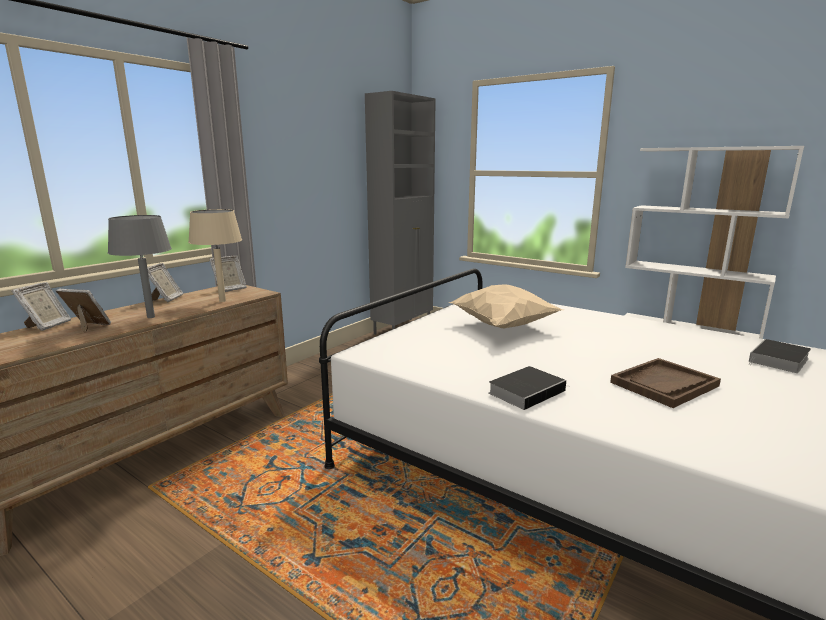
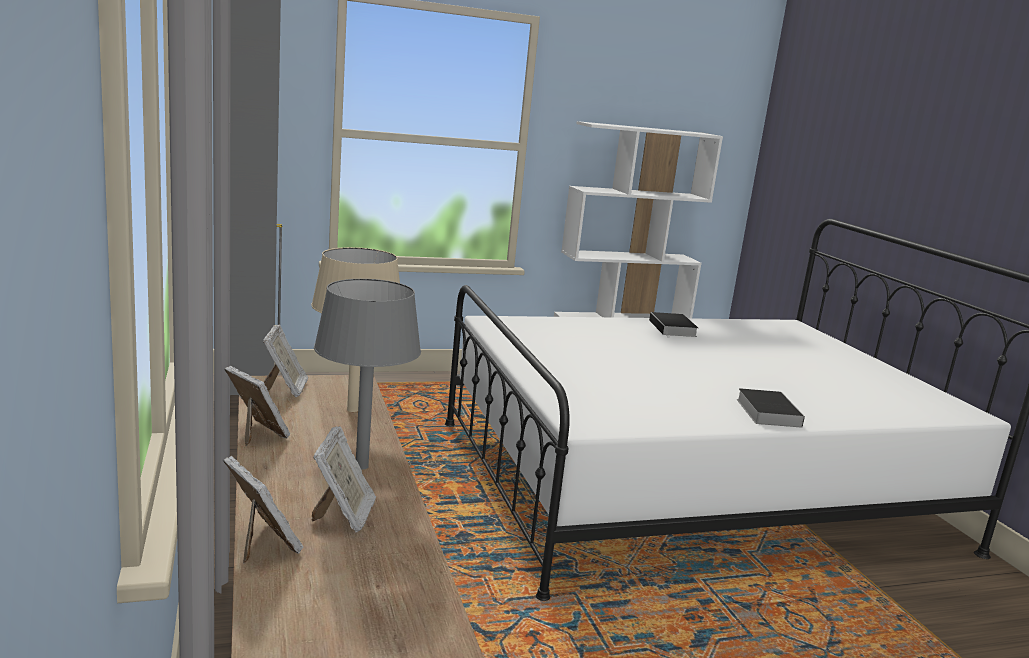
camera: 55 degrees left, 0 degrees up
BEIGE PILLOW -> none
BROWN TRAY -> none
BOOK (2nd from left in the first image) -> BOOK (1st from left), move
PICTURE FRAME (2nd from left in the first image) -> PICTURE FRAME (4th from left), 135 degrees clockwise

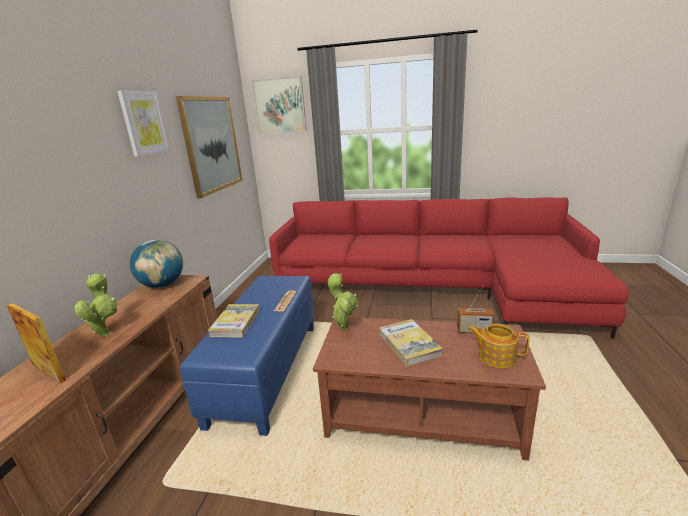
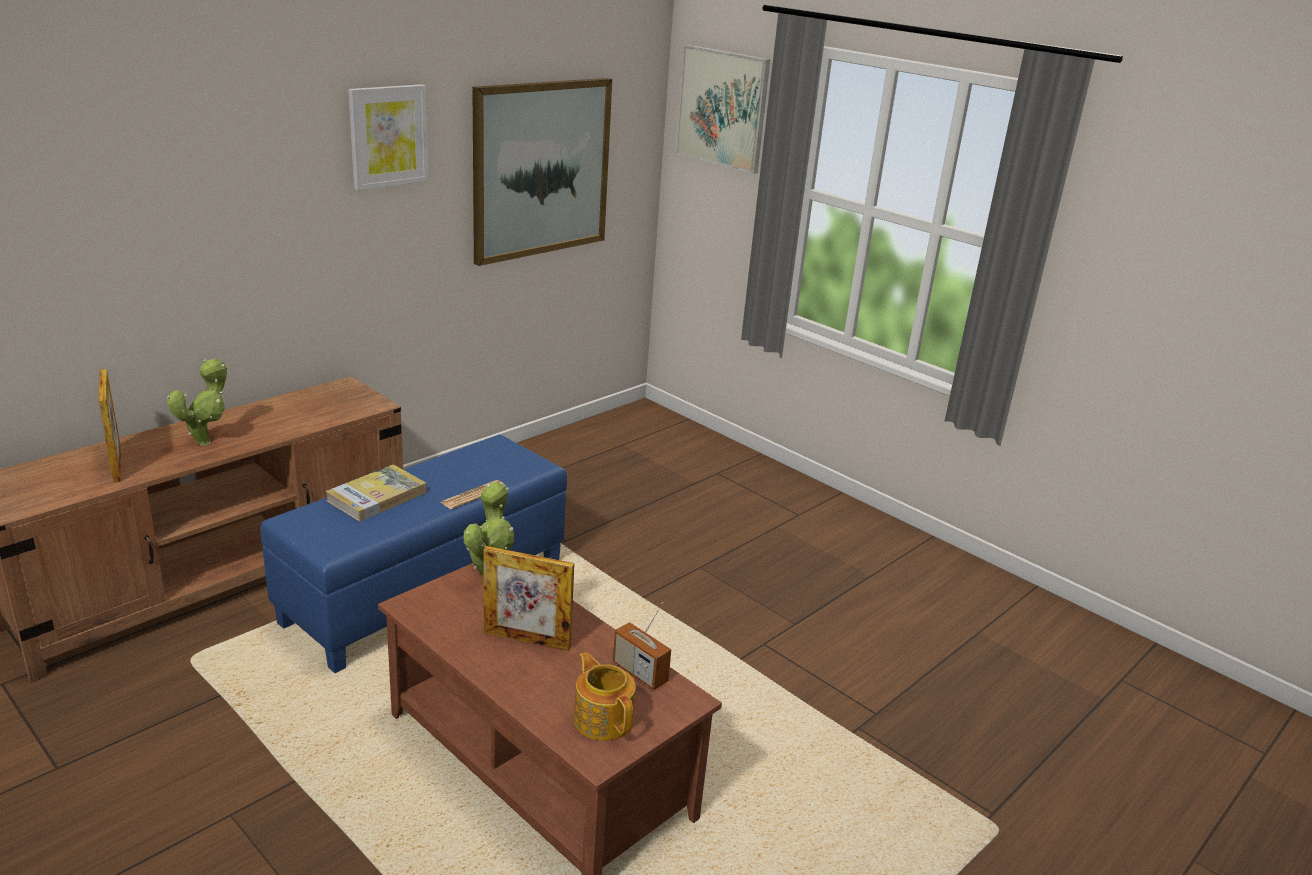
camera: 30 degrees right, 5 degrees up
GLOBE -> none
RED SOFA -> none
BOOK (2nd from left) -> PICTURE FRAME (2nd from left)

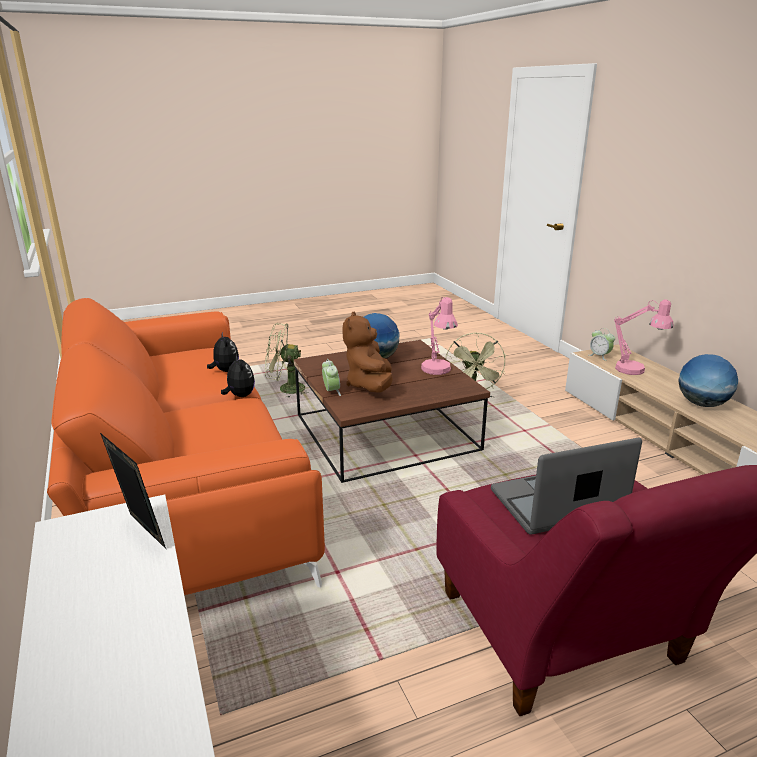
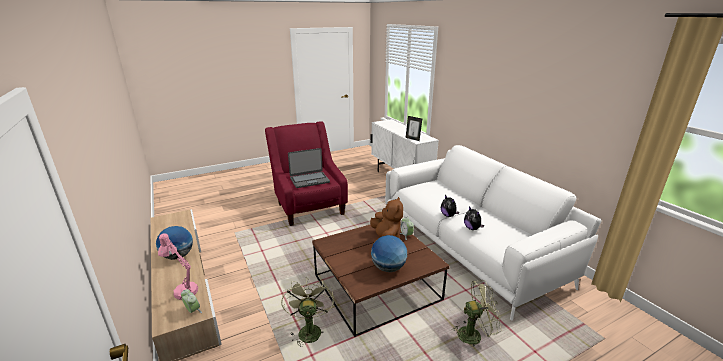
camera: 175 degrees right, 0 degrees up
PINK TABLE LAMP (1st from left) -> none
ORANGE SOFA -> WHITE SOFA

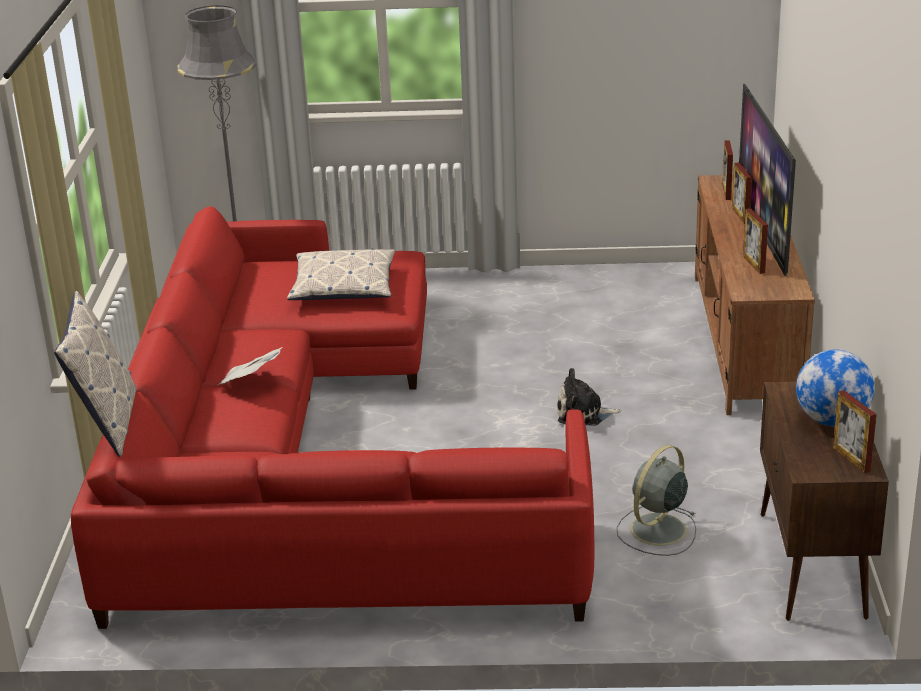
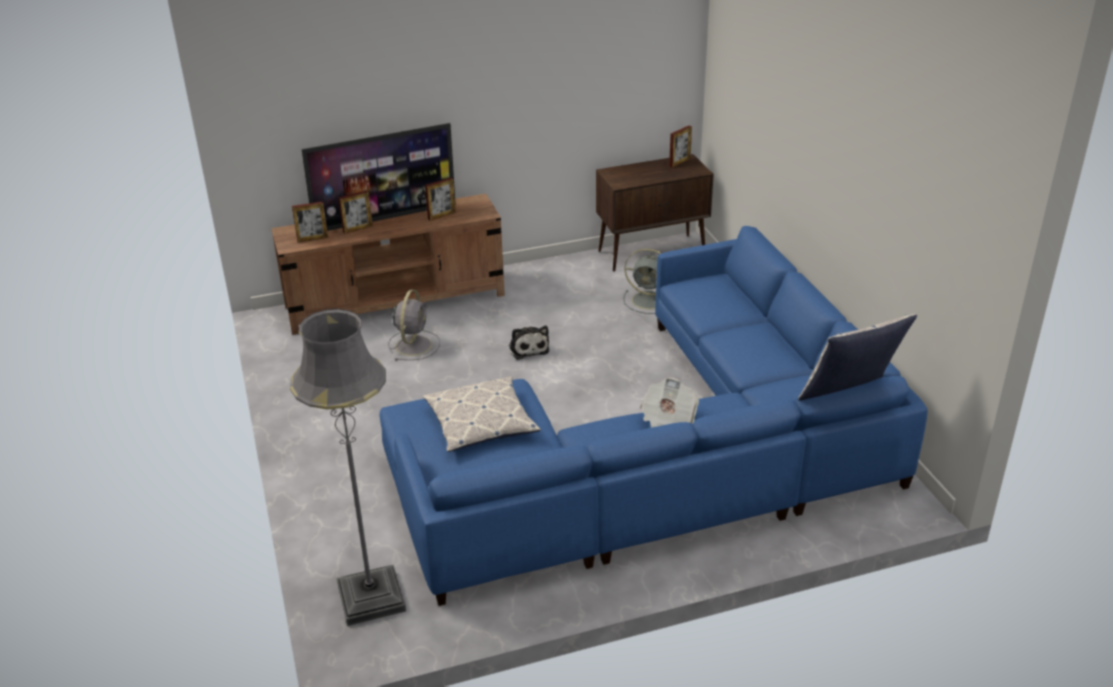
camera: 110 degrees left, 5 degrees up
GLOBE -> none
none -> GREY FAN (1st from left)
RED SOFA -> BLUE SOFA

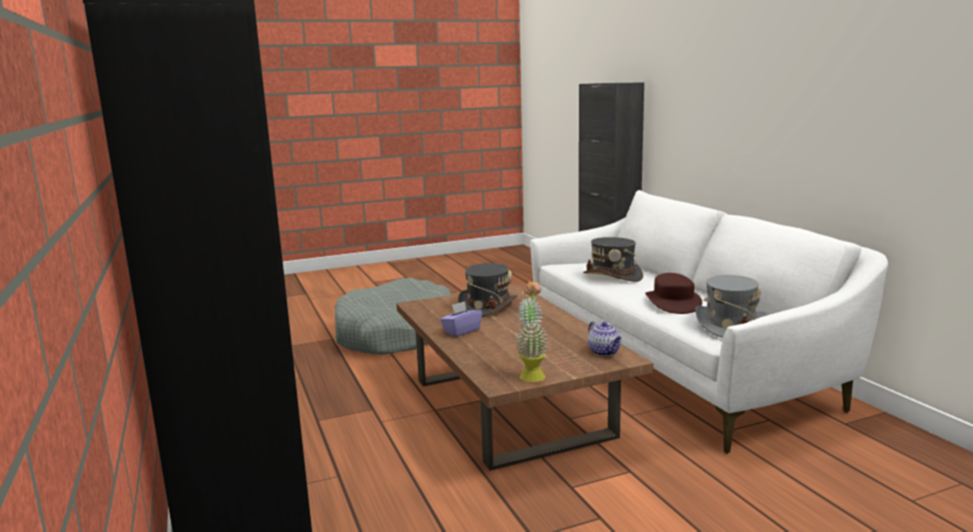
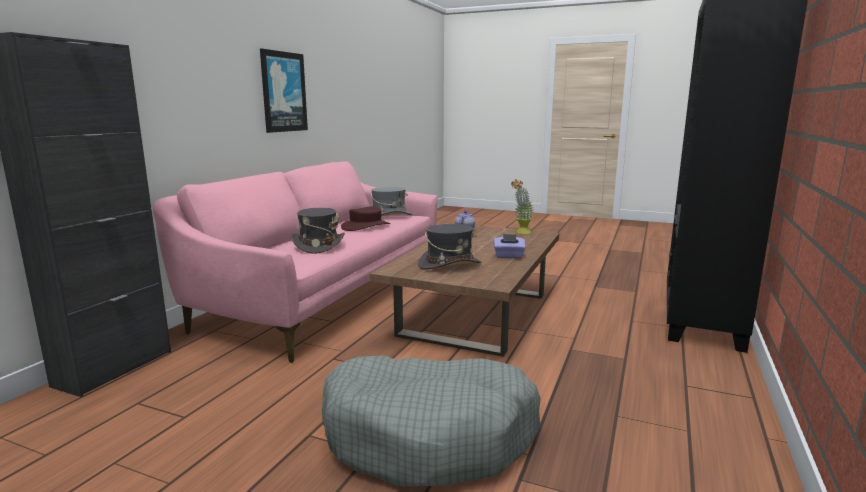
camera: 135 degrees left, 0 degrees up
none -> PICTURE
WHITE SOFA -> PINK SOFA

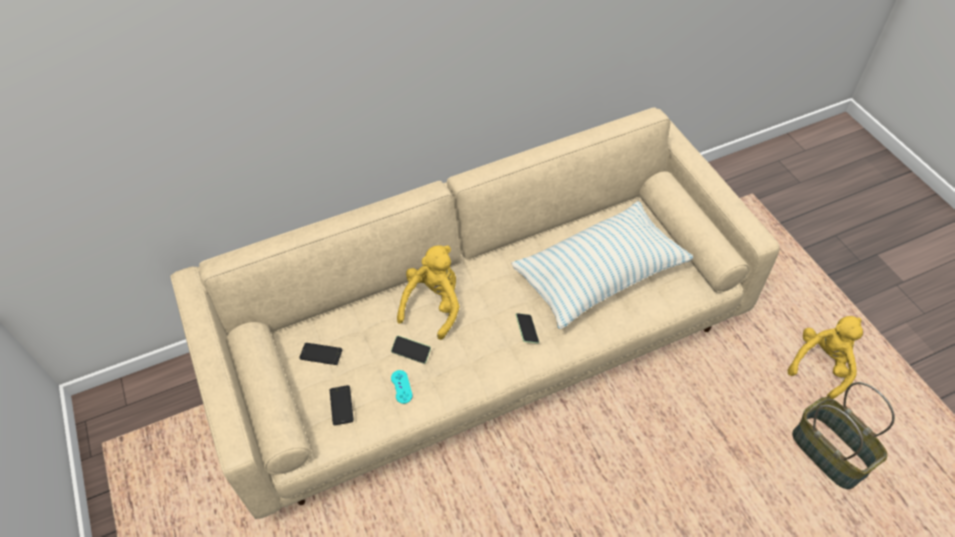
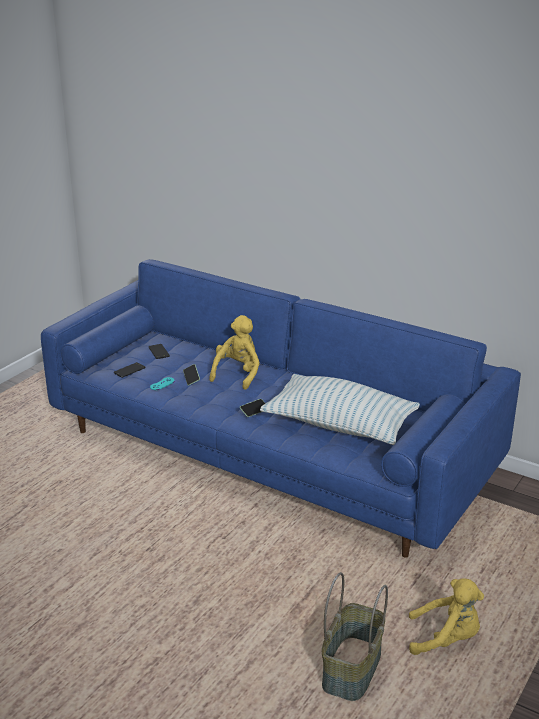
camera: 55 degrees right, 25 degrees down
BEIGE SOFA -> BLUE SOFA
YELLOW PLUSH TOY (1st from left), 60 degrees counterclockwise

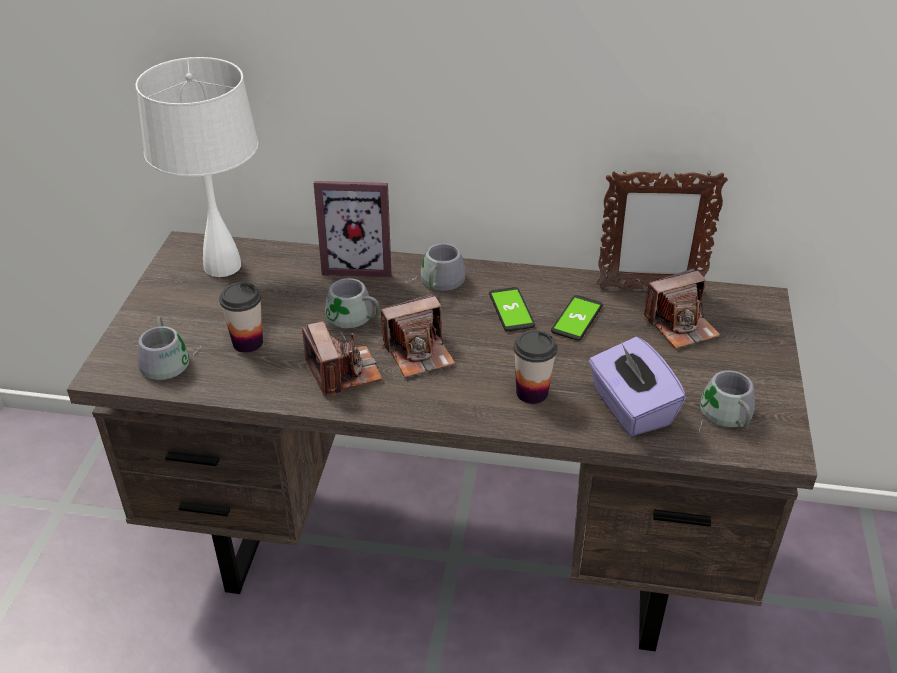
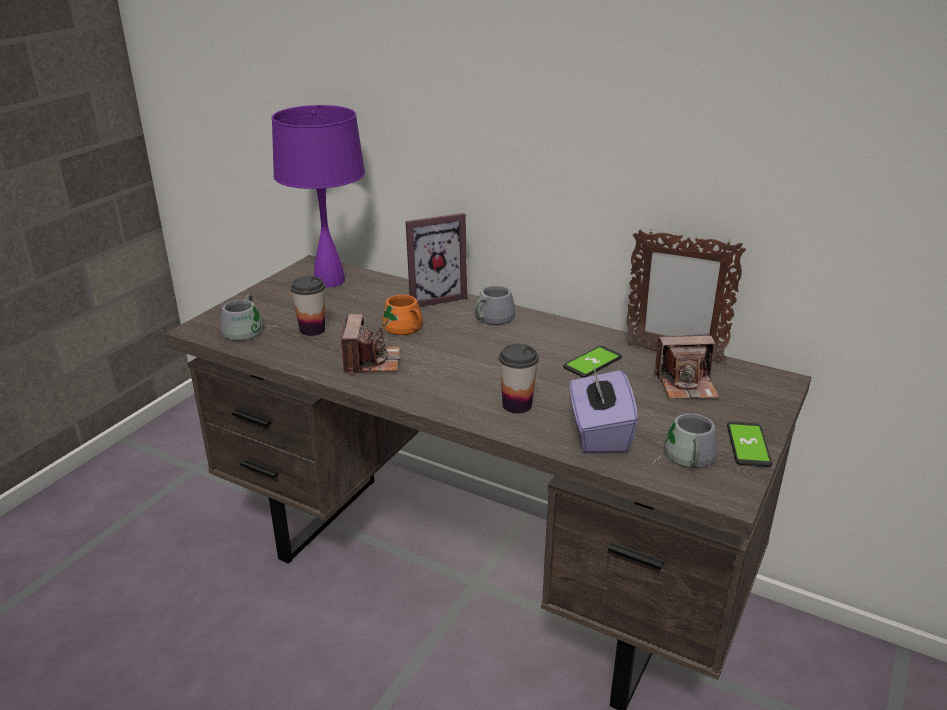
camera: 20 degrees right, 10 degrees down
PHOTO CAMERA (2nd from left) -> none
PHONE (1st from left in the first image) -> PHONE (2nd from left), move
WHITE TABLE LAMP -> PURPLE TABLE LAMP
GREY MUG (2nd from left) -> ORANGE MUG
PICTURE FRAME (1st from left), 45 degrees counterclockwise

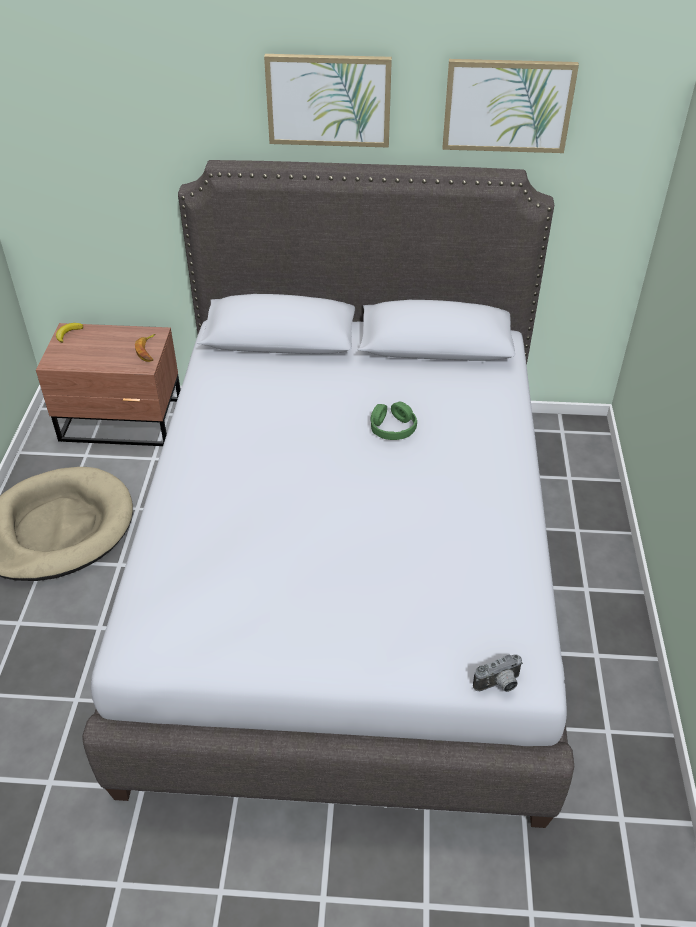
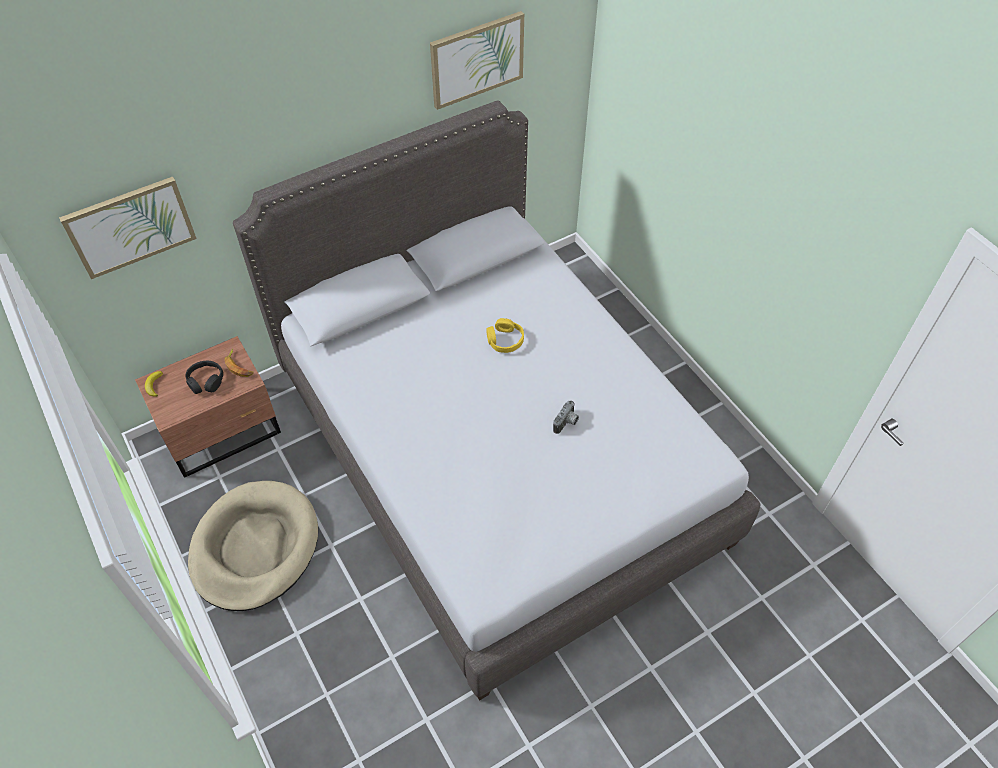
camera: 35 degrees left, 10 degrees up
none -> BLACK HEADPHONES
PICTURE (1st from left), move
PHOTO CAMERA, move
GREEN HEADPHONES -> YELLOW HEADPHONES

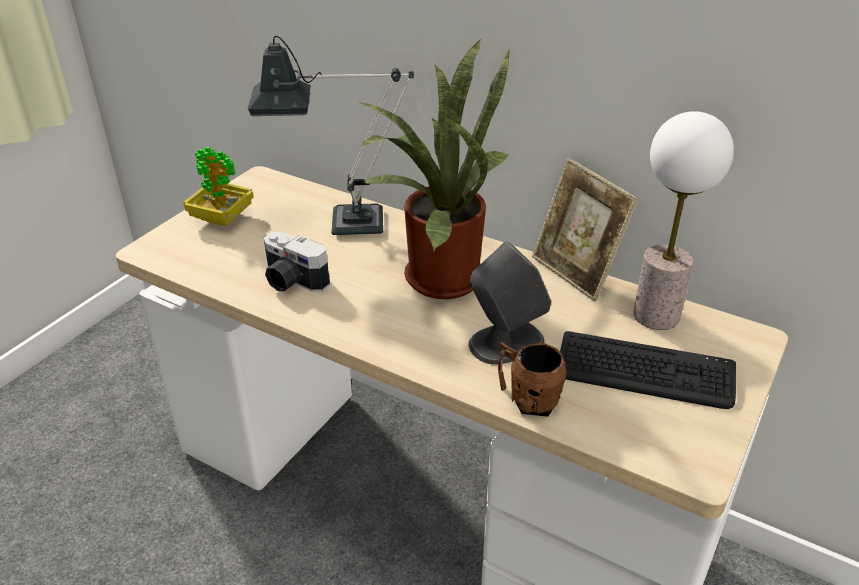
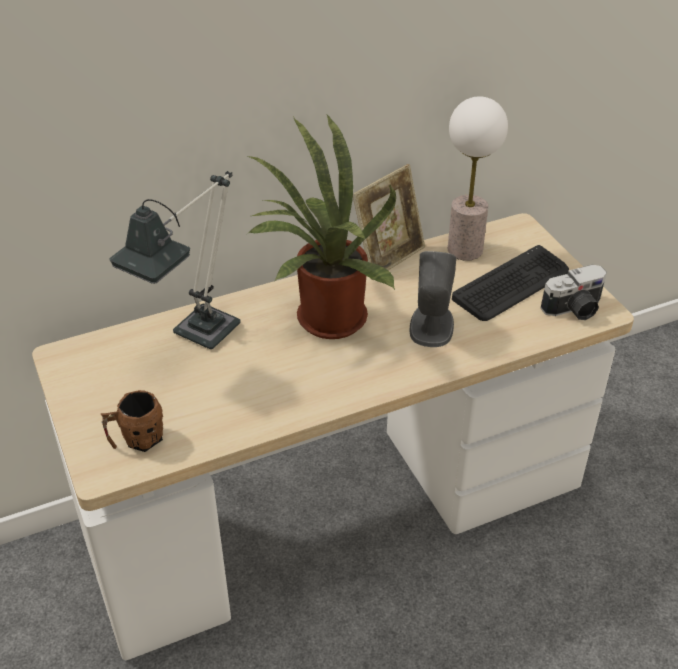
camera: 55 degrees left, 5 degrees up
POTTED PLANT (1st from left) -> none
PHOTO CAMERA, move
BROWN MUG, move
PICTURE FRAME, 45 degrees counterclockwise

